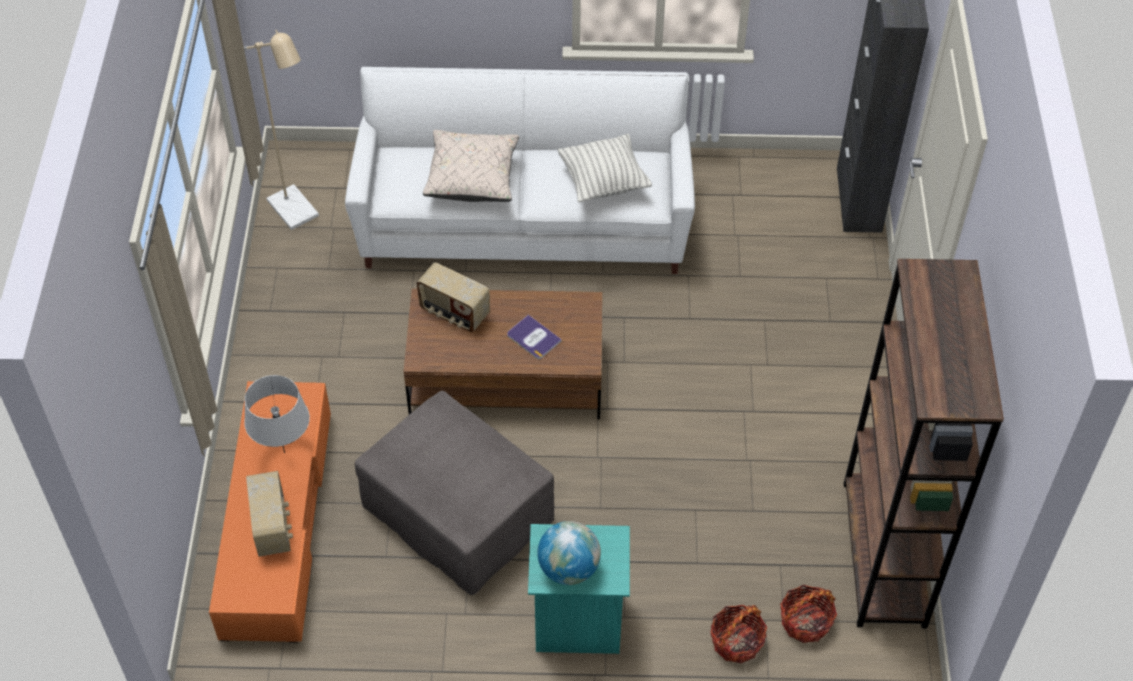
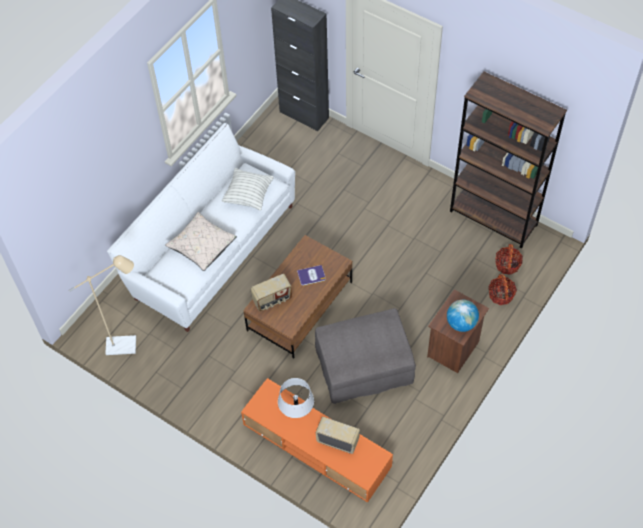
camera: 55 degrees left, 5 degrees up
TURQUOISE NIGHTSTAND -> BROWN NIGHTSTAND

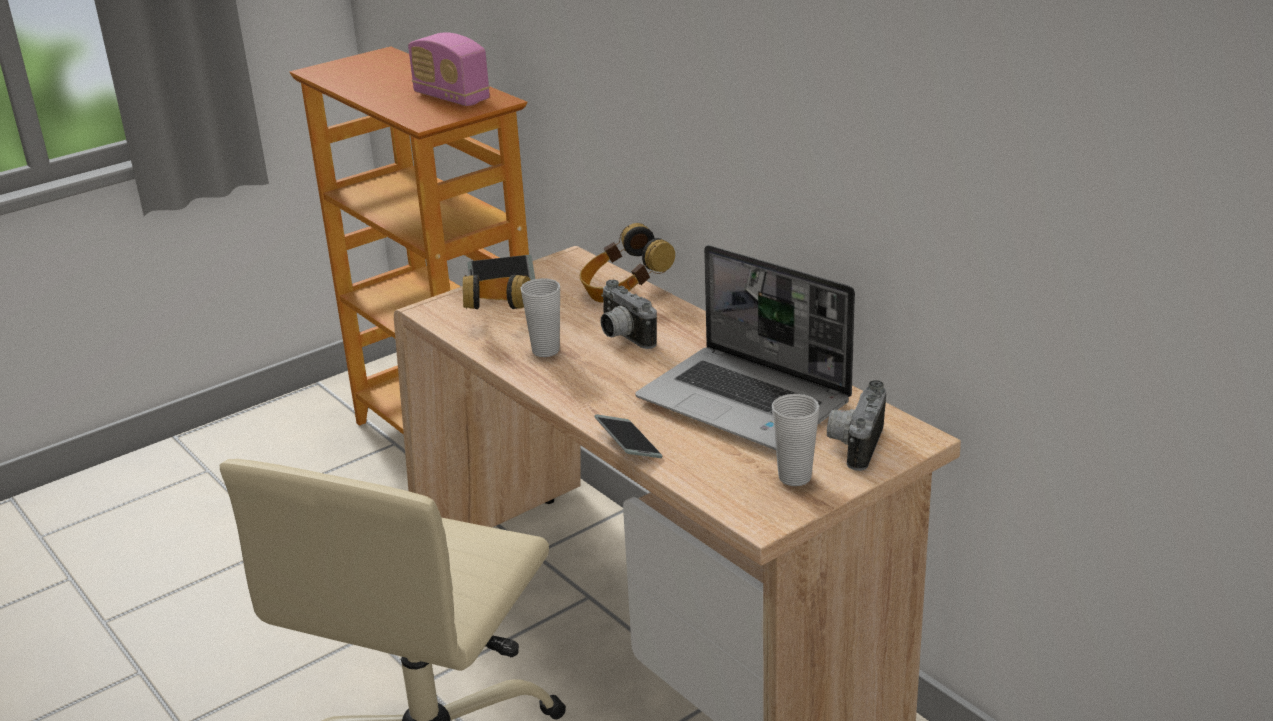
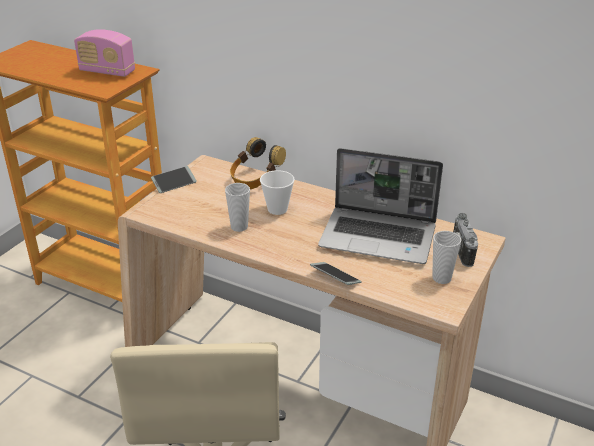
camera: 25 degrees left, 5 degrees up
HEADPHONES (1st from left) -> none
PHOTO CAMERA (1st from left) -> CUP (2nd from left)

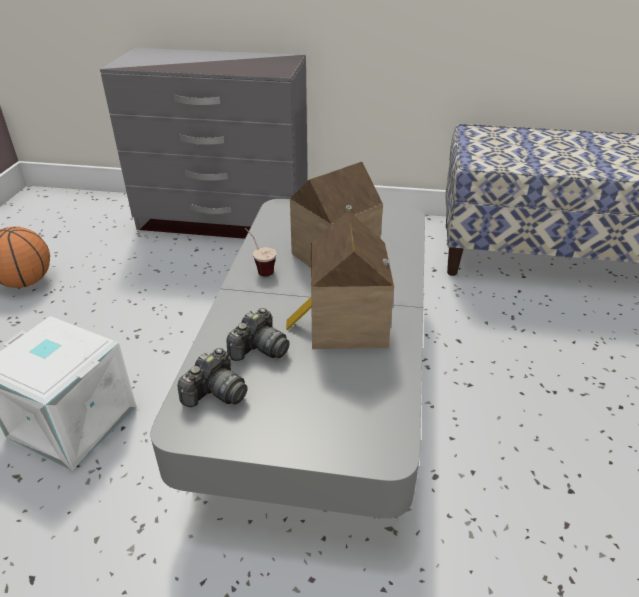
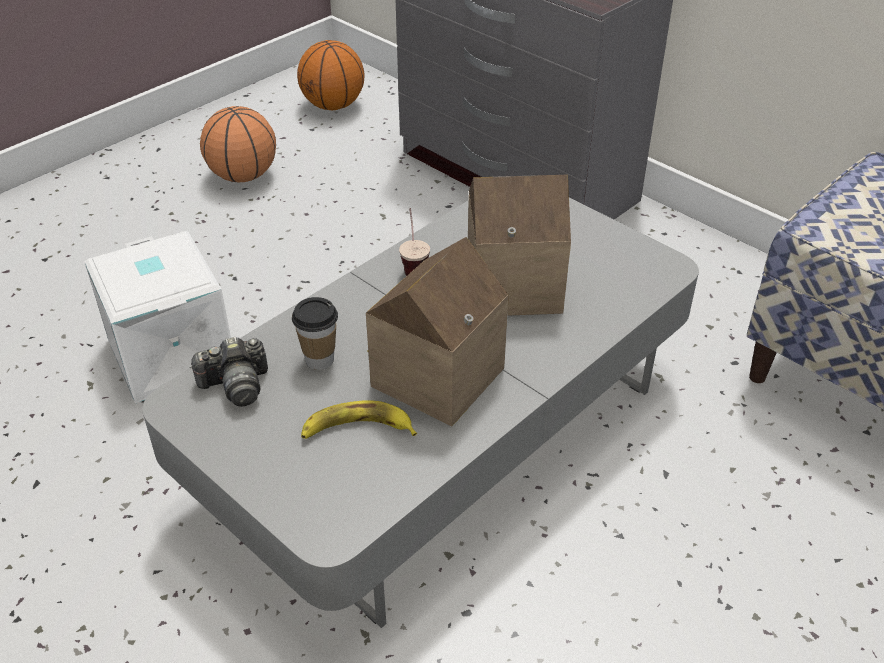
camera: 35 degrees right, 5 degrees up
none -> BASKETBALL (2nd from left)
none -> BANANA
PHOTO CAMERA (2nd from left) -> CUP (1st from left)

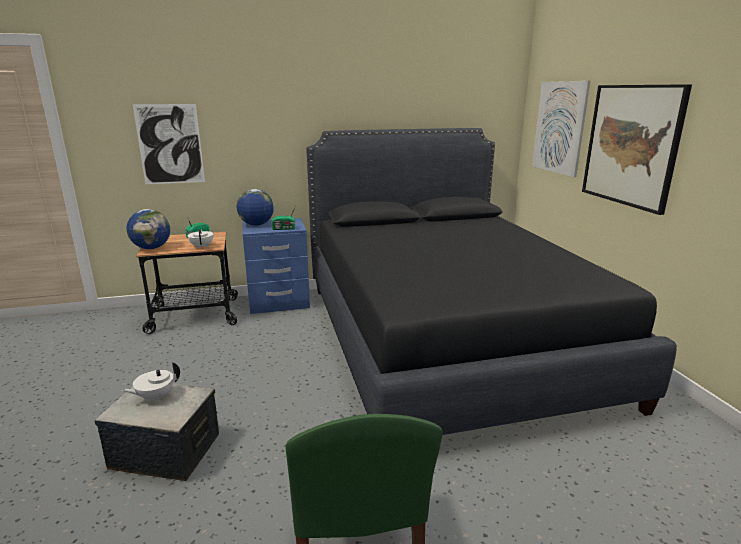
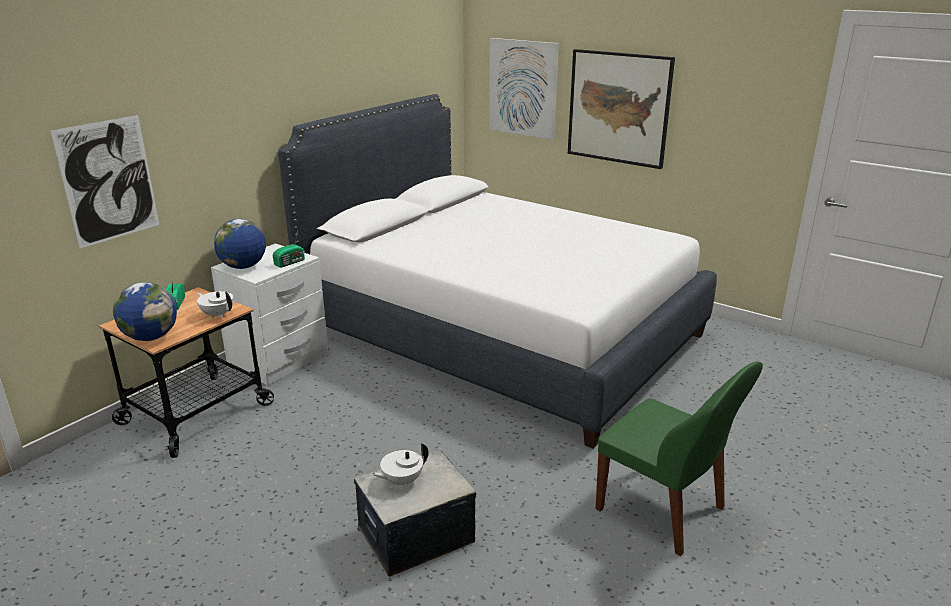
camera: 40 degrees left, 5 degrees up
BLUE NIGHTSTAND -> WHITE NIGHTSTAND
BLACK BED -> WHITE BED
WHITE TEAPOT (1st from left in the first image) -> WHITE TEAPOT (2nd from left), 45 degrees clockwise

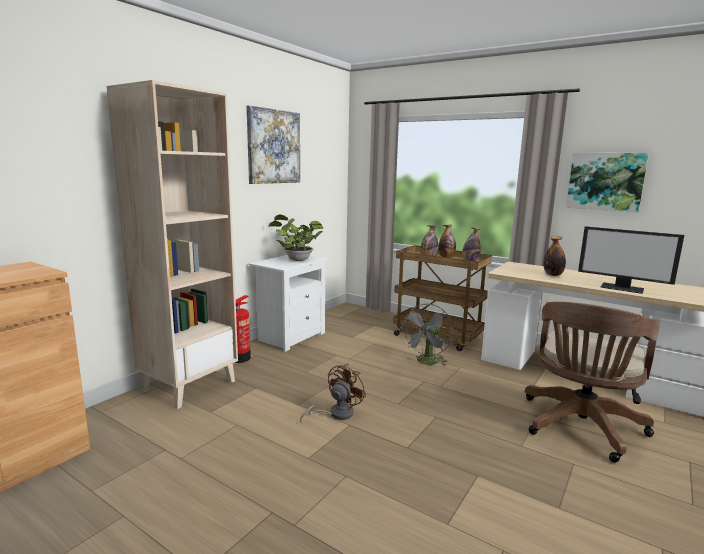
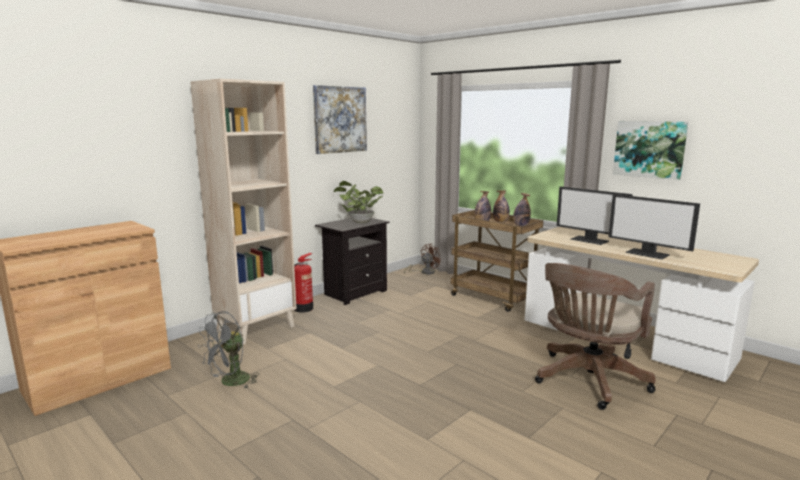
camera: 10 degrees right, 0 degrees up
BROWN FAN, move
GREY FAN, move
BOTTLE (4th from left) -> MONITOR (1st from left)
WHITE NIGHTSTAND -> BLACK NIGHTSTAND

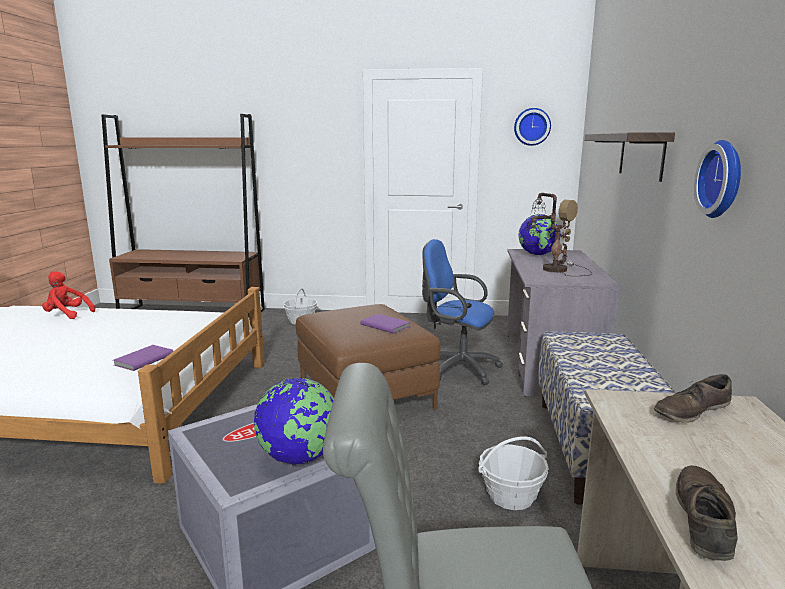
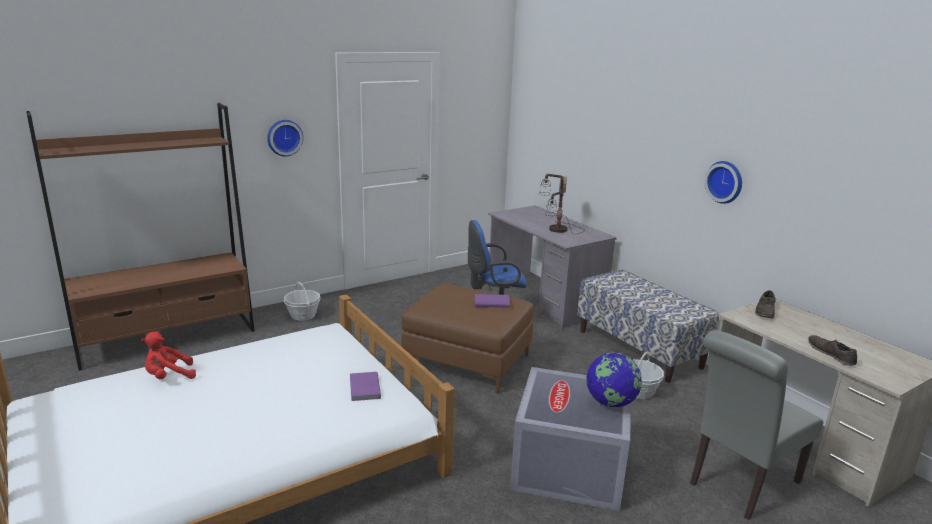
camera: 40 degrees left, 5 degrees up
GLOBE (2nd from left) -> none
SHELF -> none
WALL CLOCK (1st from left), move

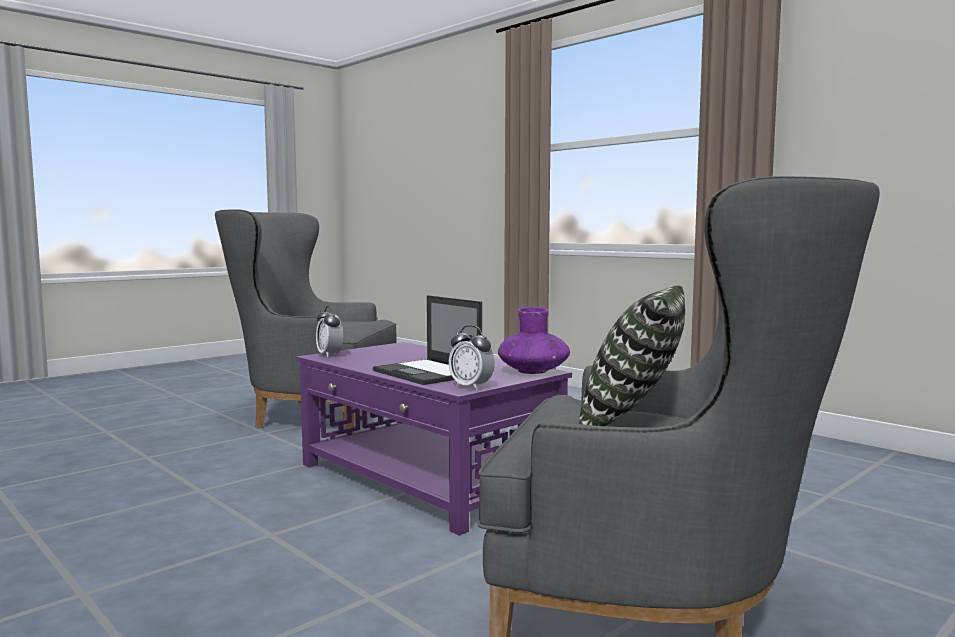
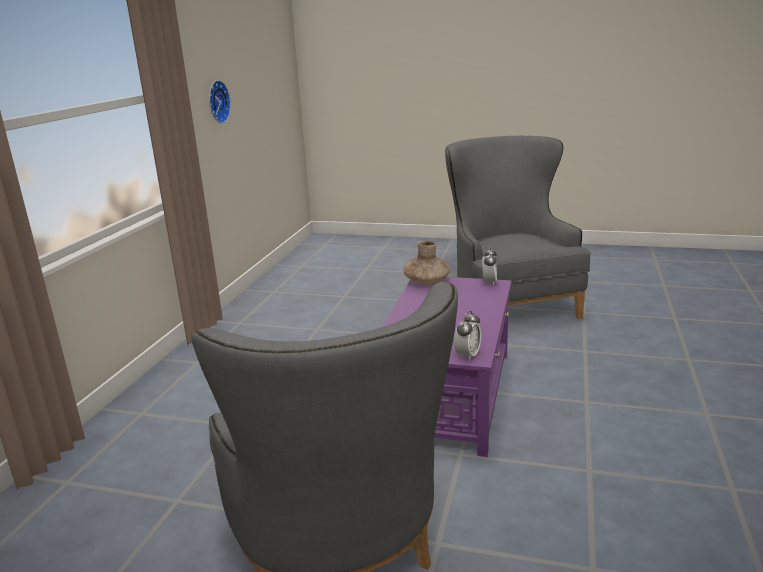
camera: 120 degrees left, 15 degrees up
LAPTOP -> none
PILLOW -> none
none -> WALL CLOCK
PURPLE VASE -> BROWN VASE

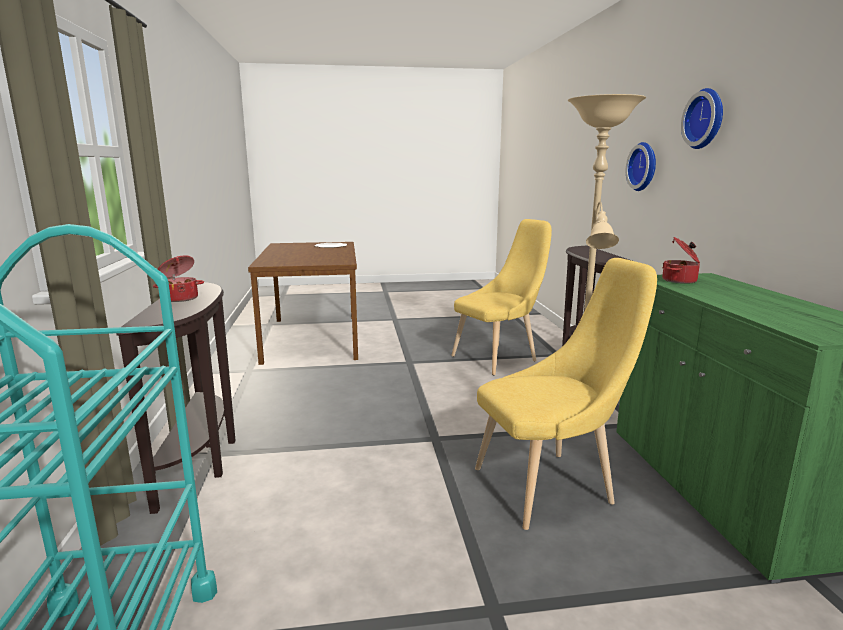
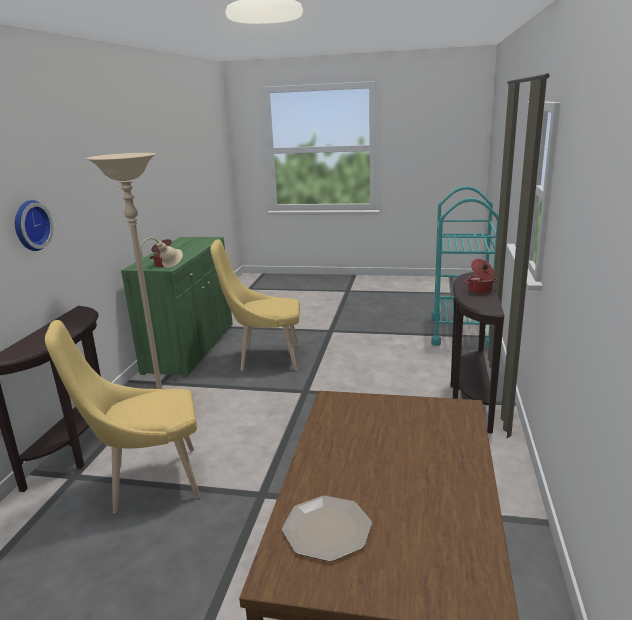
camera: 160 degrees left, 5 degrees up
WALL CLOCK (2nd from left) -> none

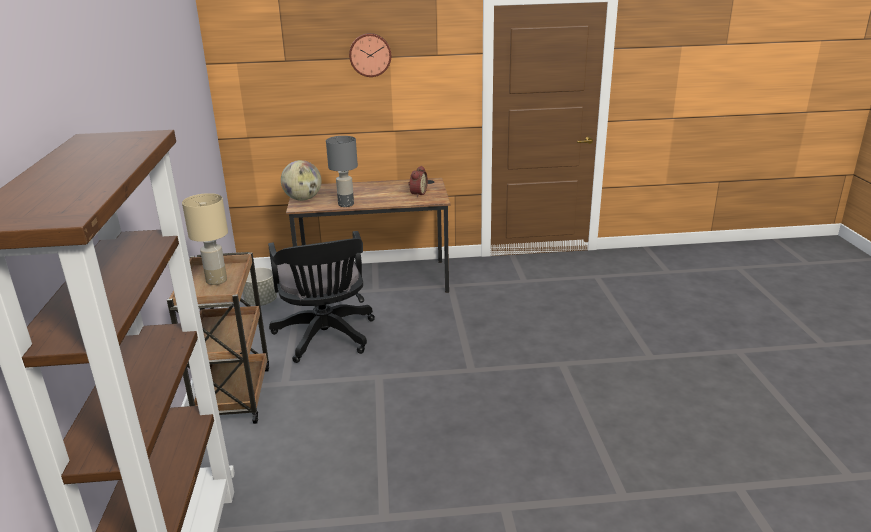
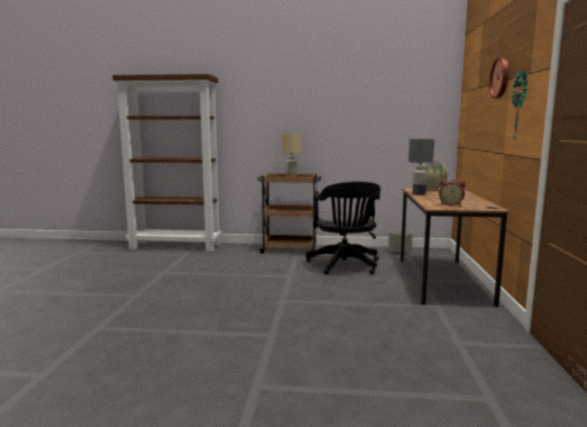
camera: 100 degrees right, 15 degrees down
none -> WALL CLOCK (2nd from left)
BLACK OFFICE CHAIR, 90 degrees counterclockwise

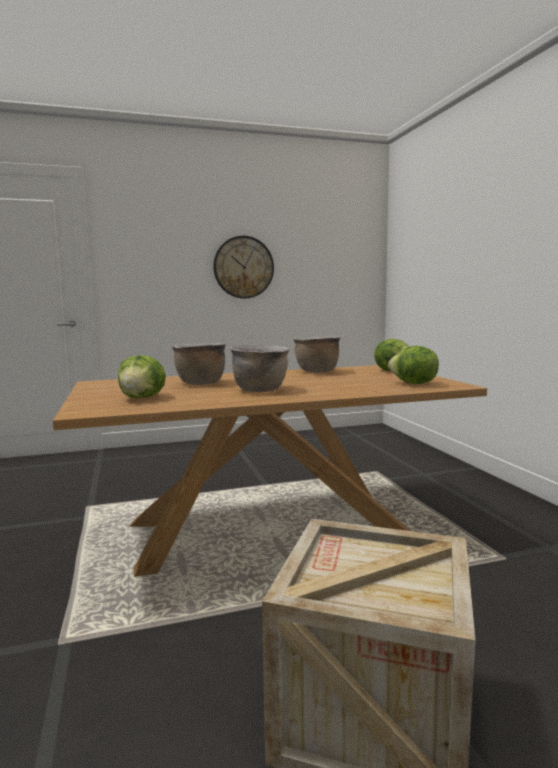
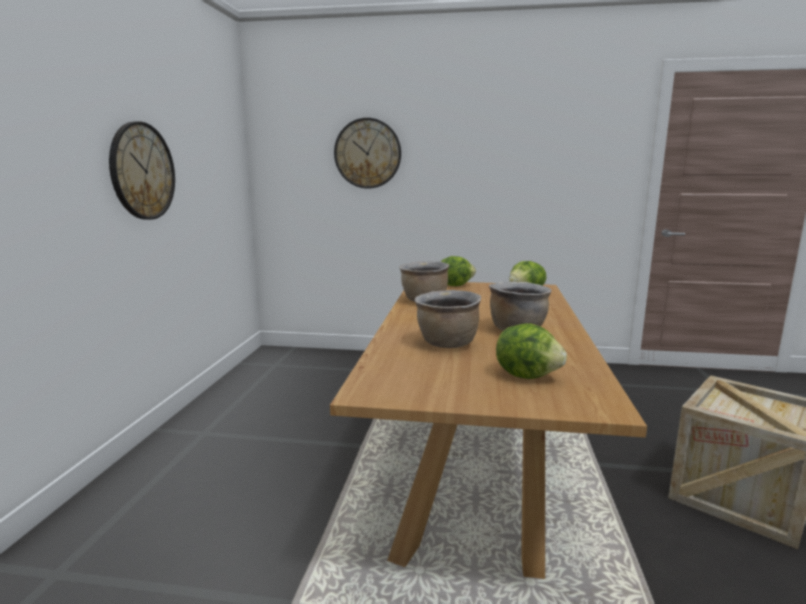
camera: 65 degrees left, 5 degrees up
none -> WALL CLOCK (2nd from left)

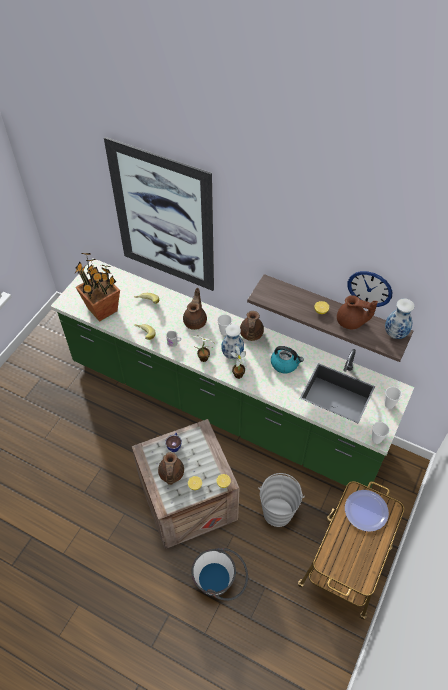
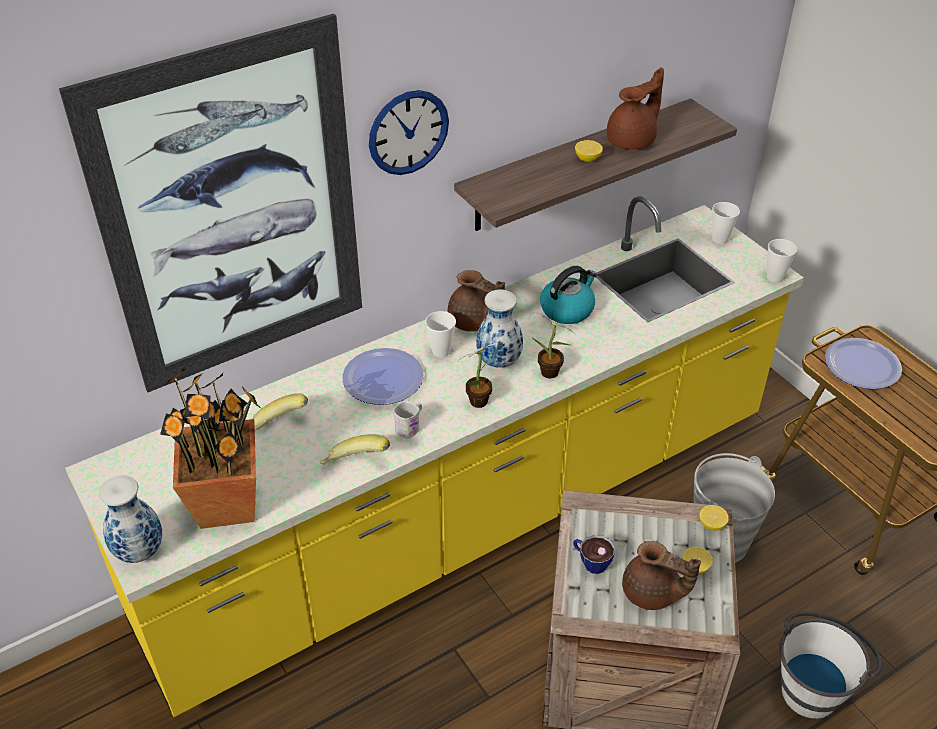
camera: 60 degrees left, 10 degrees down
WALL CLOCK, move
VASE (2nd from left in the first image) -> VASE (1st from left), move
BROWN TEAPOT (2nd from left) -> PLATE (1st from left)
GREEN COUNTER -> YELLOW COUNTER

